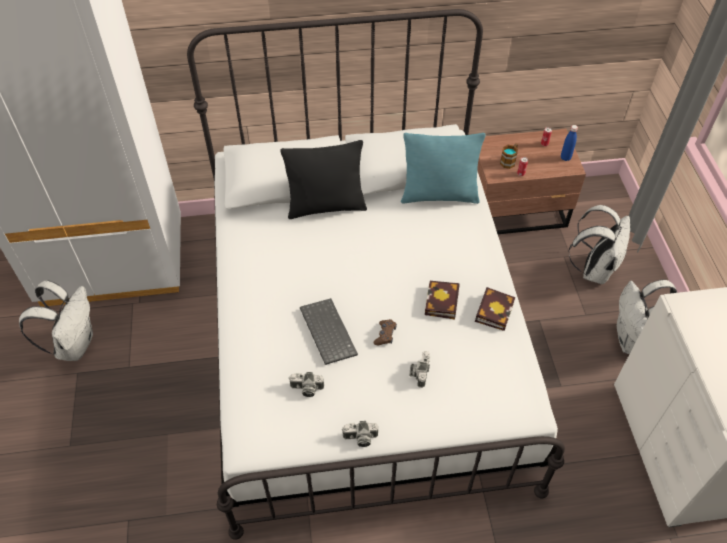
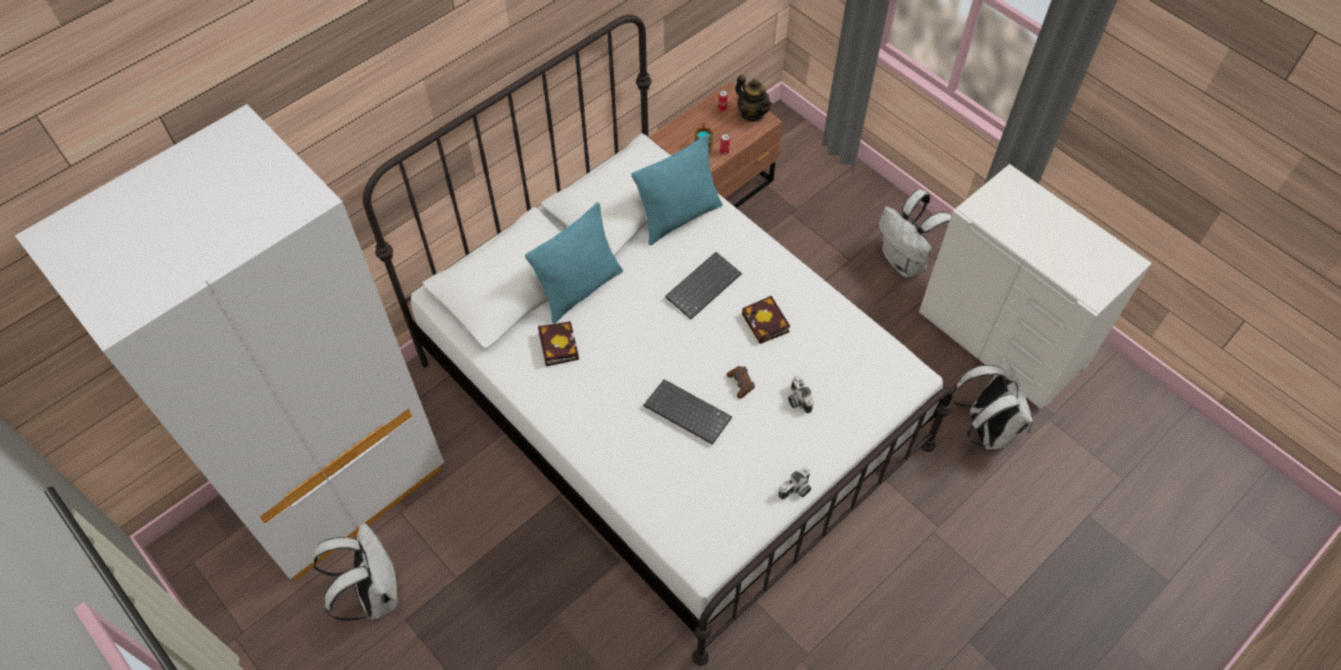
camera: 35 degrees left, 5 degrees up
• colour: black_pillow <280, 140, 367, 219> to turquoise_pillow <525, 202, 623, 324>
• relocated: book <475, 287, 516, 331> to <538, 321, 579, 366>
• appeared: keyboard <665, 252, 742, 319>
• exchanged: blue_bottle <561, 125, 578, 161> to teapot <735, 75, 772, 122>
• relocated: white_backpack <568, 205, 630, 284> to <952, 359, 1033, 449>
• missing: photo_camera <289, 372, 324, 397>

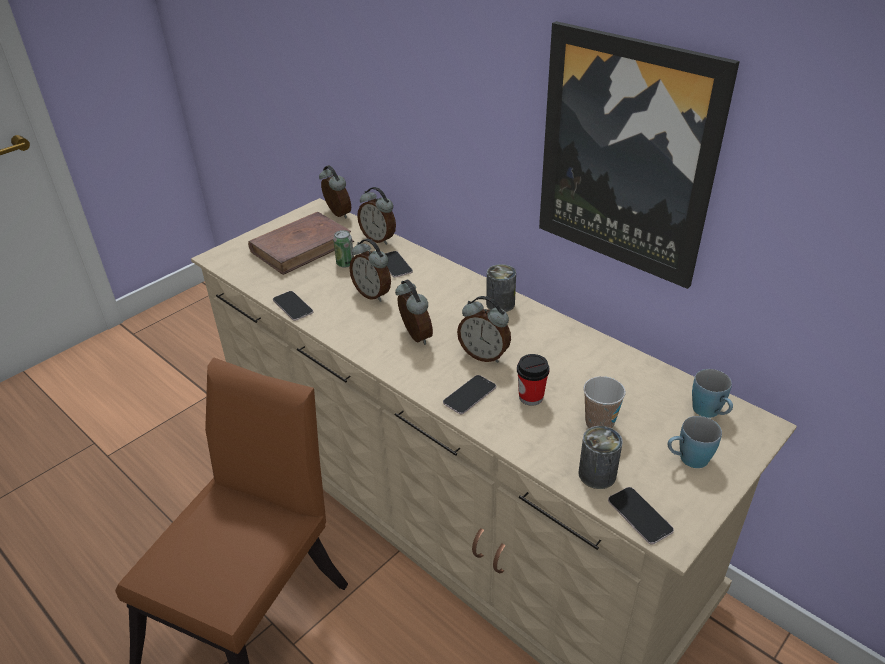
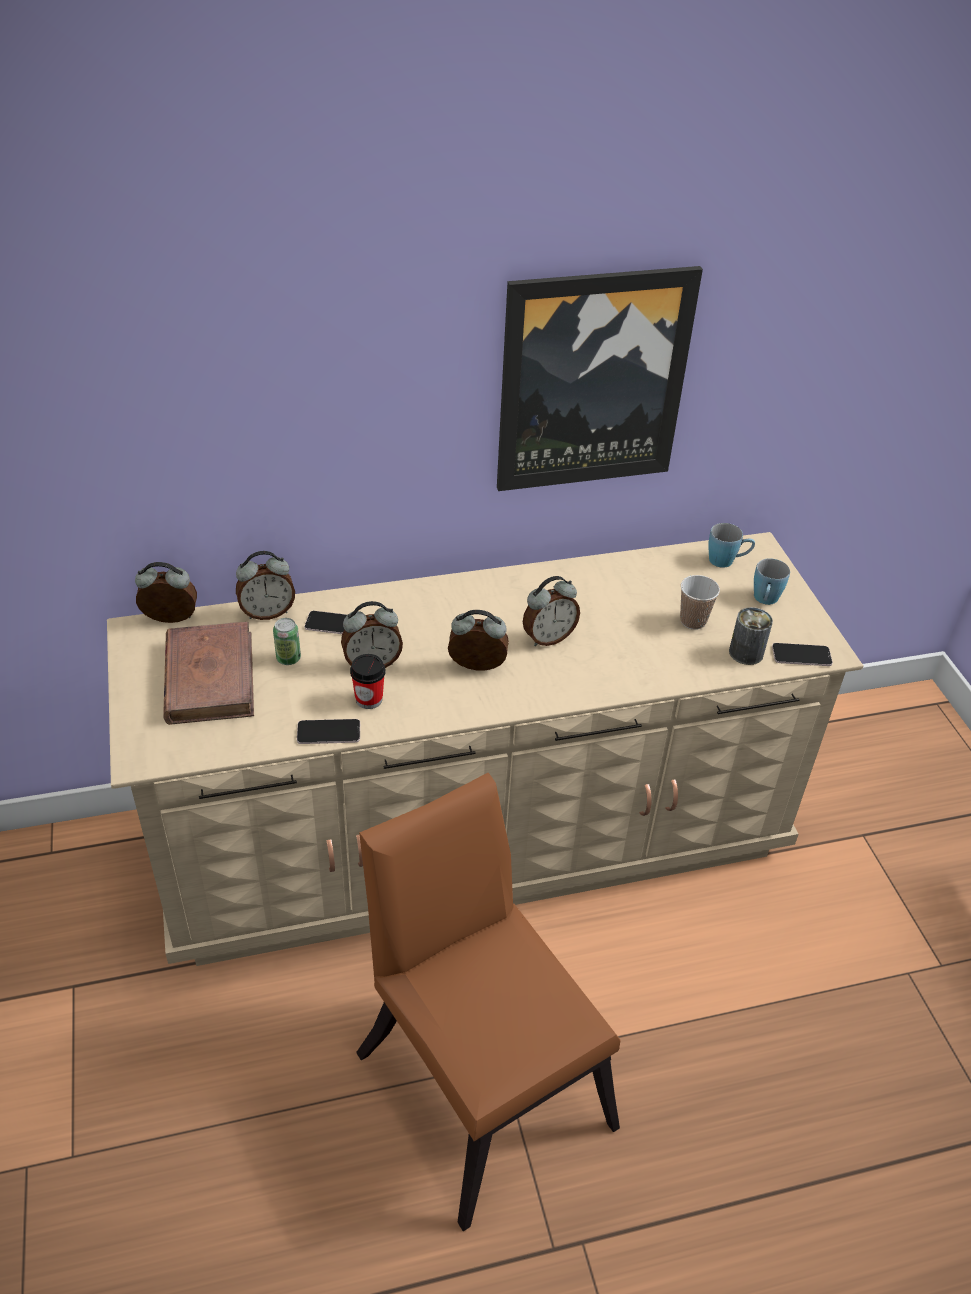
camera: 60 degrees left, 5 degrees up
• relocated: cup <517, 354, 550, 406> to <350, 654, 386, 709>
• missing: phone <443, 375, 496, 414>
• missing: can <486, 264, 516, 312>

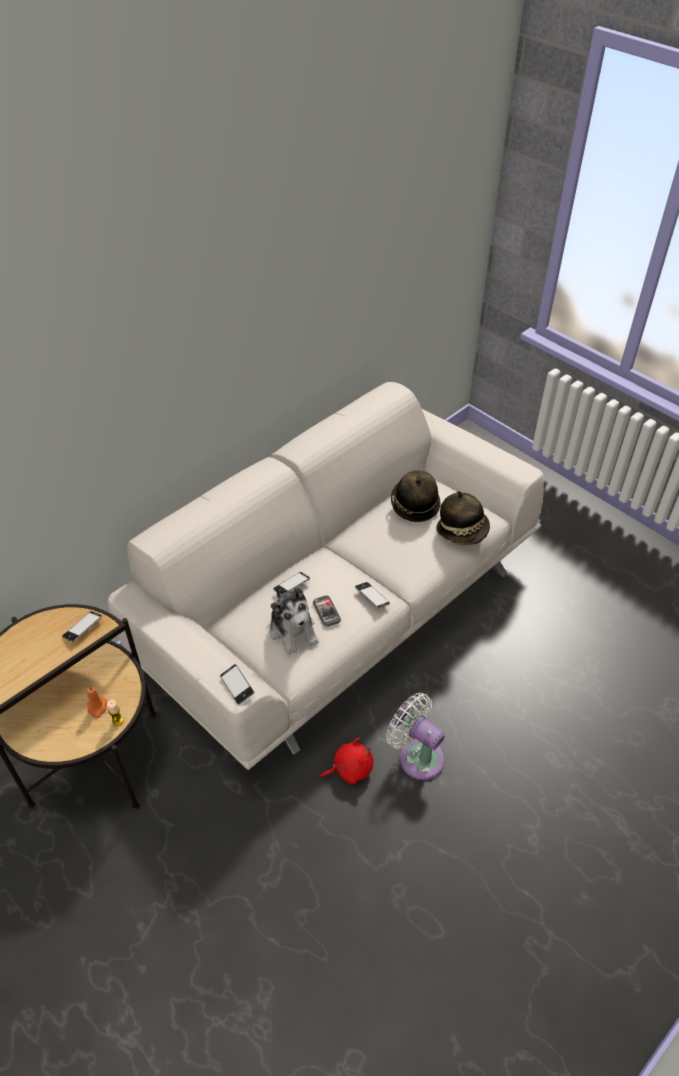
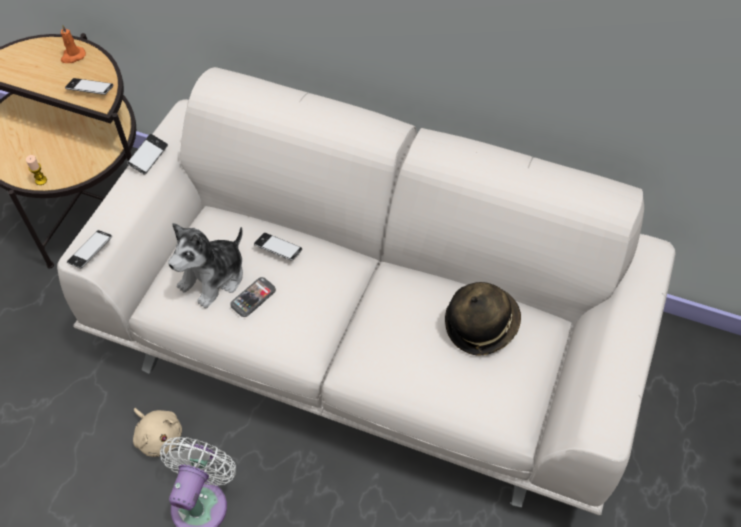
camera: 65 degrees right, 10 degrees up
• relocated: orange_candle <87, 685, 107, 718> to <60, 25, 86, 63>
• relocated: phone <355, 582, 390, 608> to <127, 134, 168, 175>
• colour: red_plush_toy <319, 737, 373, 784> to beige_plush_toy <133, 408, 182, 457>
• missing: hat <437, 491, 490, 545>

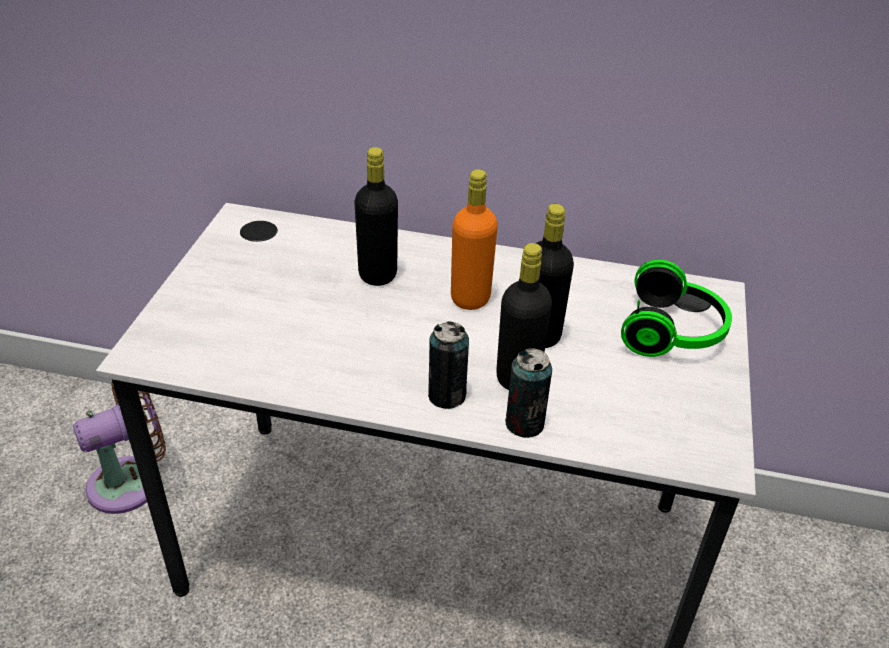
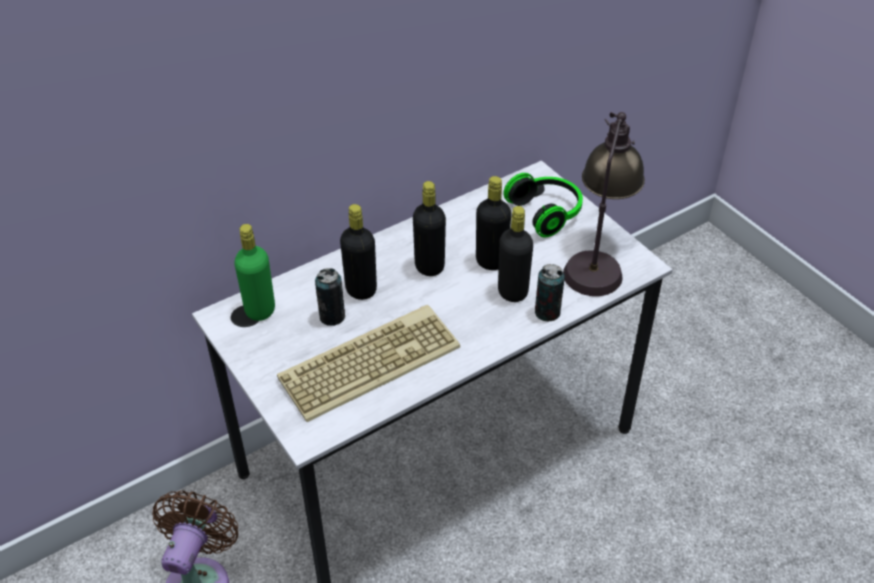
camera: 45 degrees left, 5 degrees up
• appeared: green_bottle <234, 224, 275, 321>
• appeared: keyboard <277, 305, 460, 422>
• relocated: can <428, 321, 469, 409> to <315, 268, 345, 326>
• colour: orange_bottle <451, 169, 498, 310> to black_bottle <413, 181, 446, 276>
• appeared: table_lamp <563, 112, 645, 296>

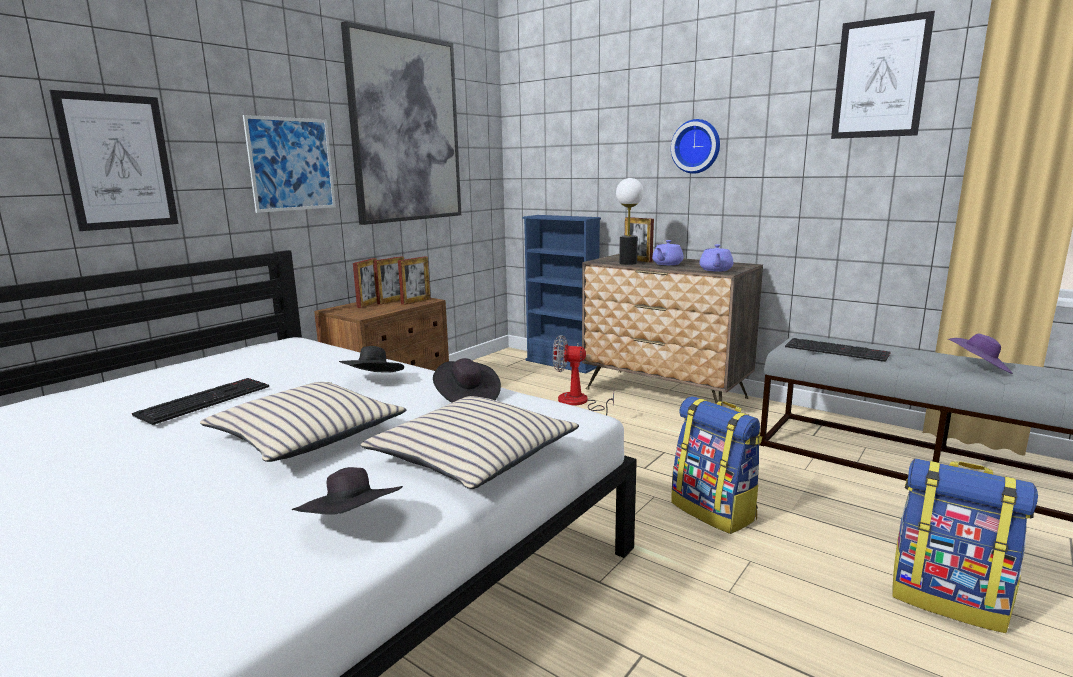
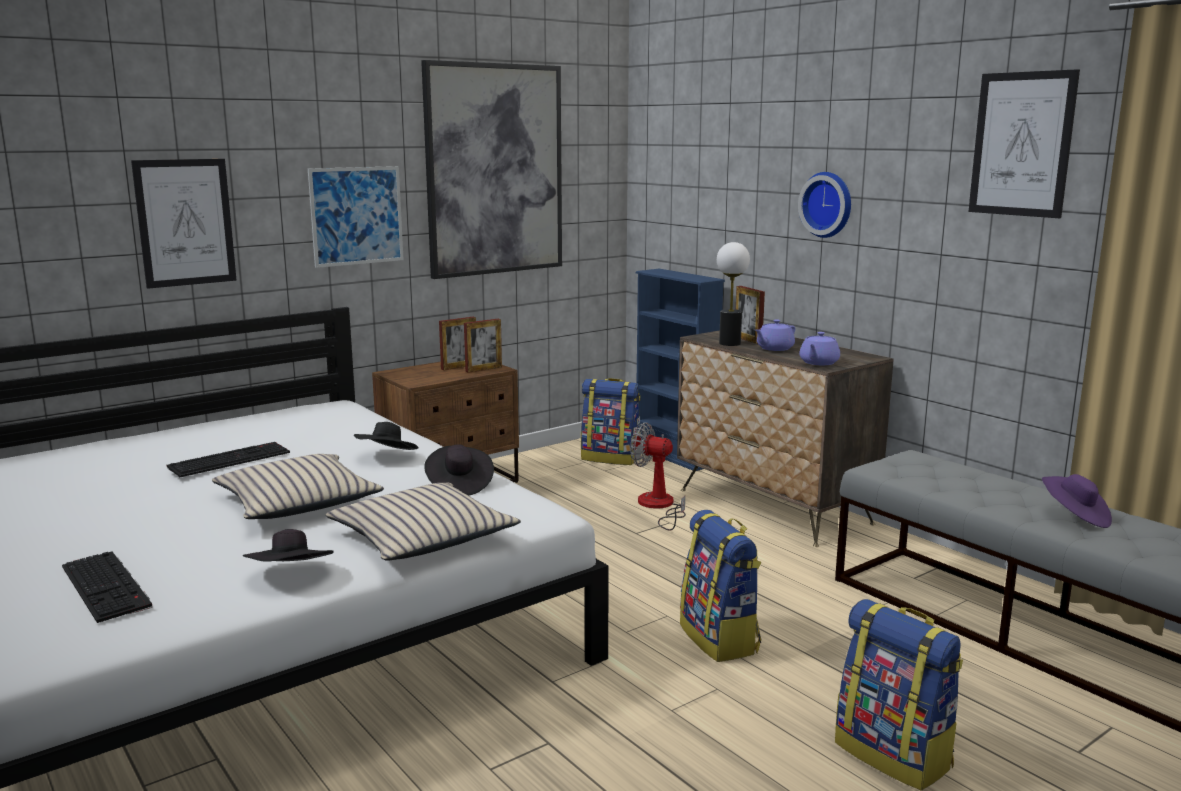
camera: 15 degrees right, 0 degrees up
• relocated: keyboard <785, 338, 891, 362> to <62, 552, 153, 623>
• appeared: backpack <581, 378, 640, 465>
• missing: picture_frame <353, 258, 377, 308>

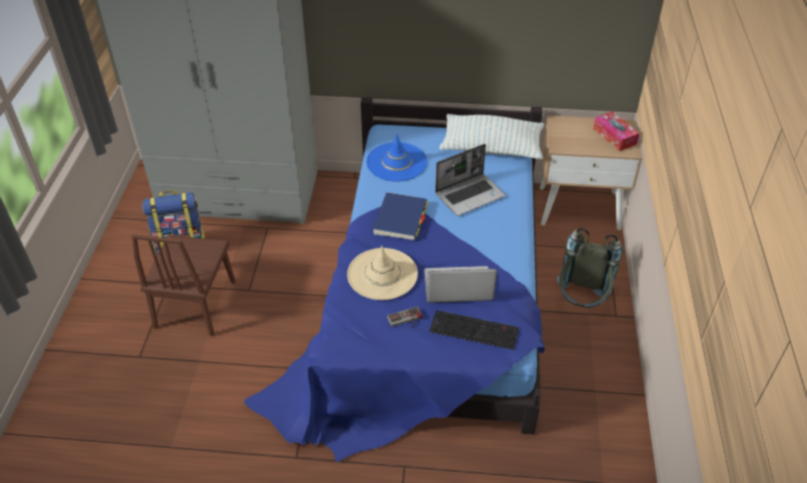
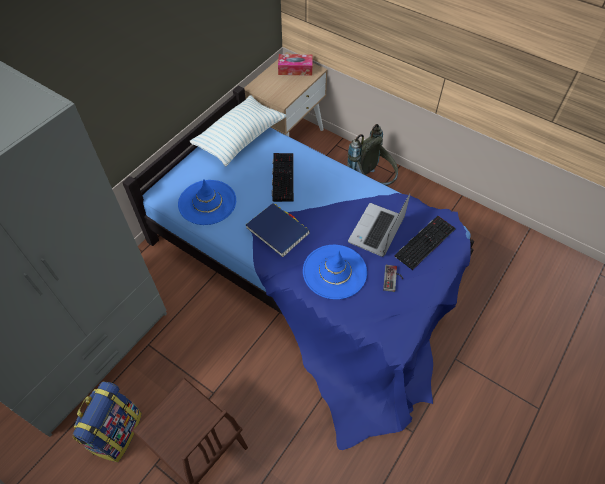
camera: 60 degrees left, 10 degrees up
• exchanged: laptop <435, 144, 505, 216> to keyboard <272, 153, 294, 202>
• colour: beige_hat <347, 246, 418, 300> to blue_hat <303, 245, 367, 299>

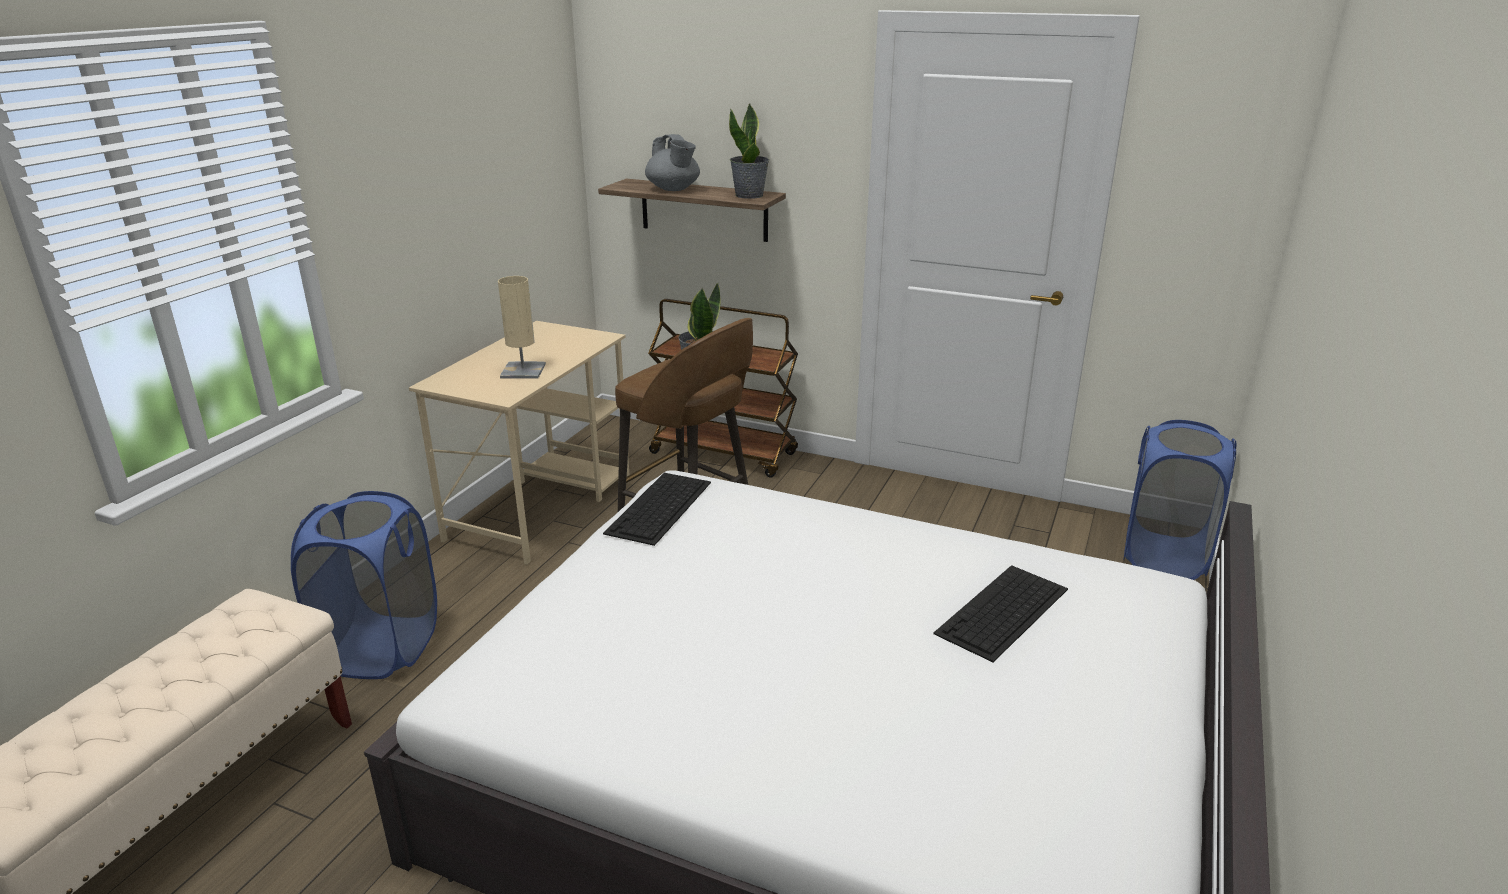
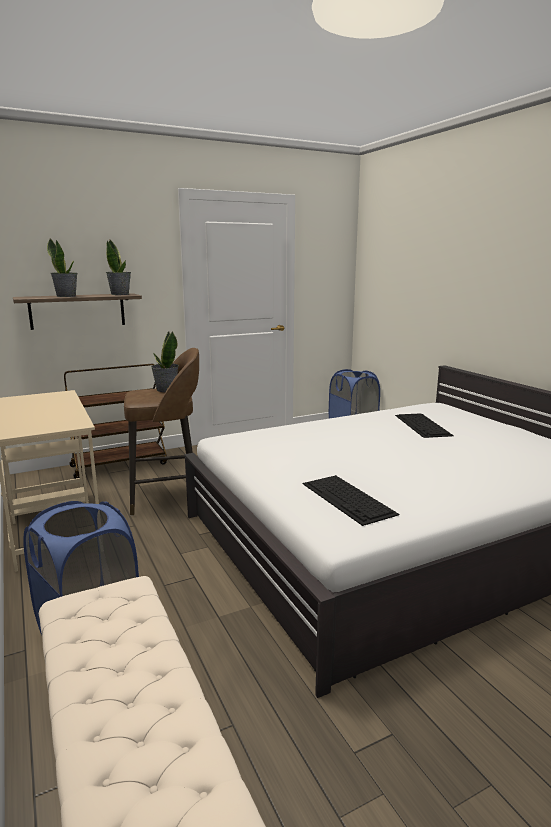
camera: 50 degrees left, 10 degrees down
• exchanged: grey_teapot <645, 134, 700, 191> to potted_plant <47, 239, 77, 297>
• relocated: keyboard <603, 473, 711, 546> to <303, 475, 399, 526>
• missing: beige_table_lamp <498, 276, 546, 378>

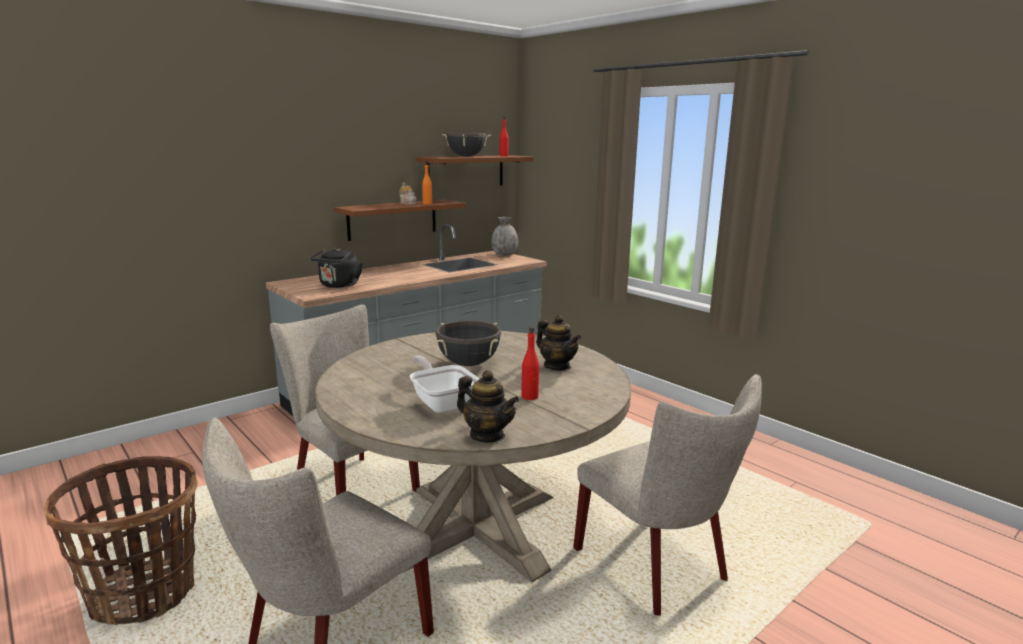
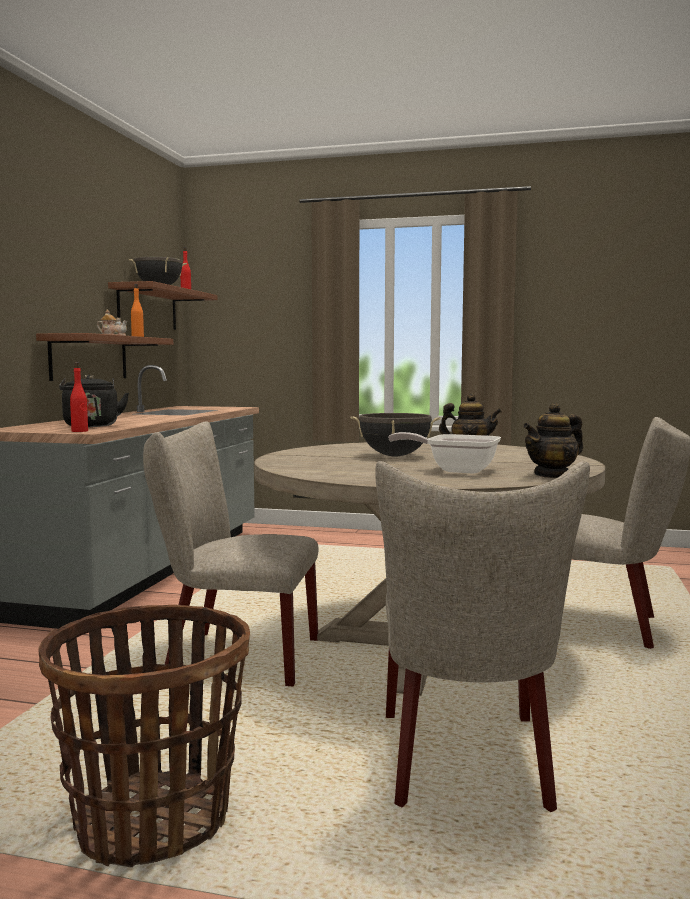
camera: 35 degrees left, 10 degrees down
• relocated: red_bottle <521, 327, 539, 400> to <70, 362, 88, 432>
• spun: teapot <457, 370, 519, 442> = <523, 403, 583, 478> 150 degrees clockwise
• missing: grey_vase <491, 217, 518, 256>

